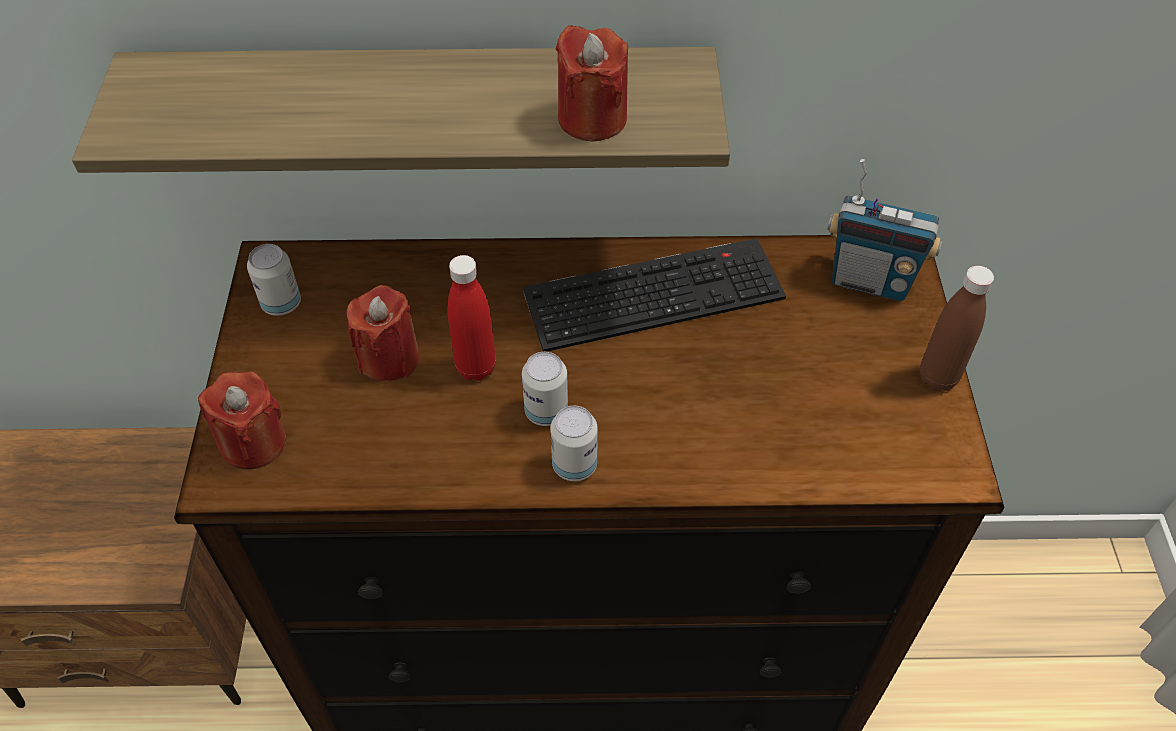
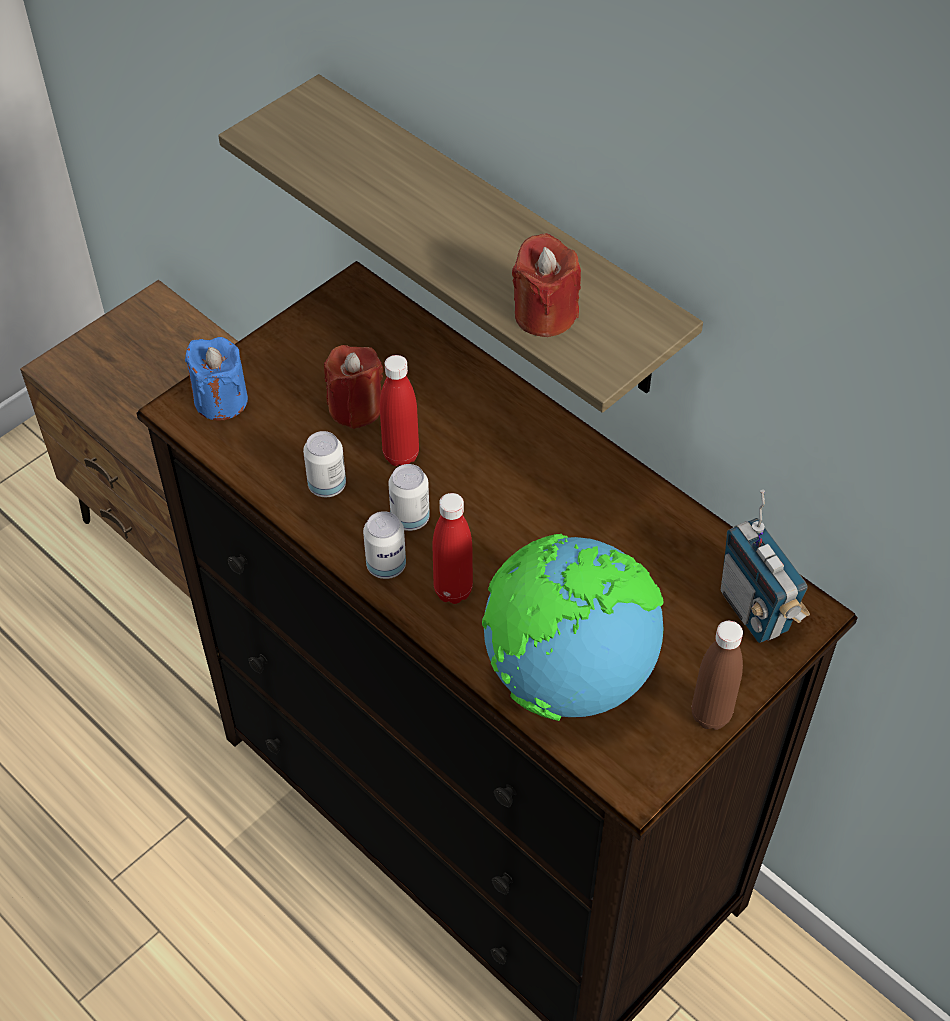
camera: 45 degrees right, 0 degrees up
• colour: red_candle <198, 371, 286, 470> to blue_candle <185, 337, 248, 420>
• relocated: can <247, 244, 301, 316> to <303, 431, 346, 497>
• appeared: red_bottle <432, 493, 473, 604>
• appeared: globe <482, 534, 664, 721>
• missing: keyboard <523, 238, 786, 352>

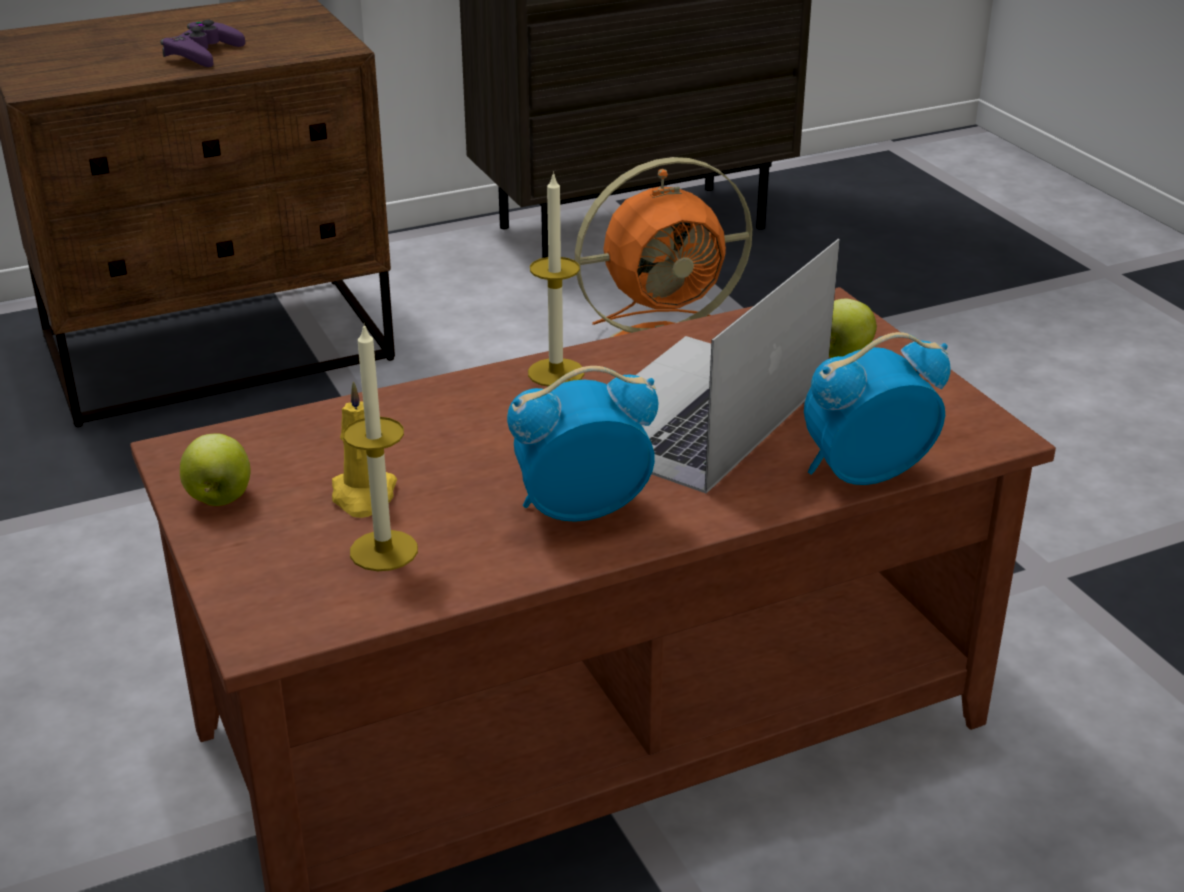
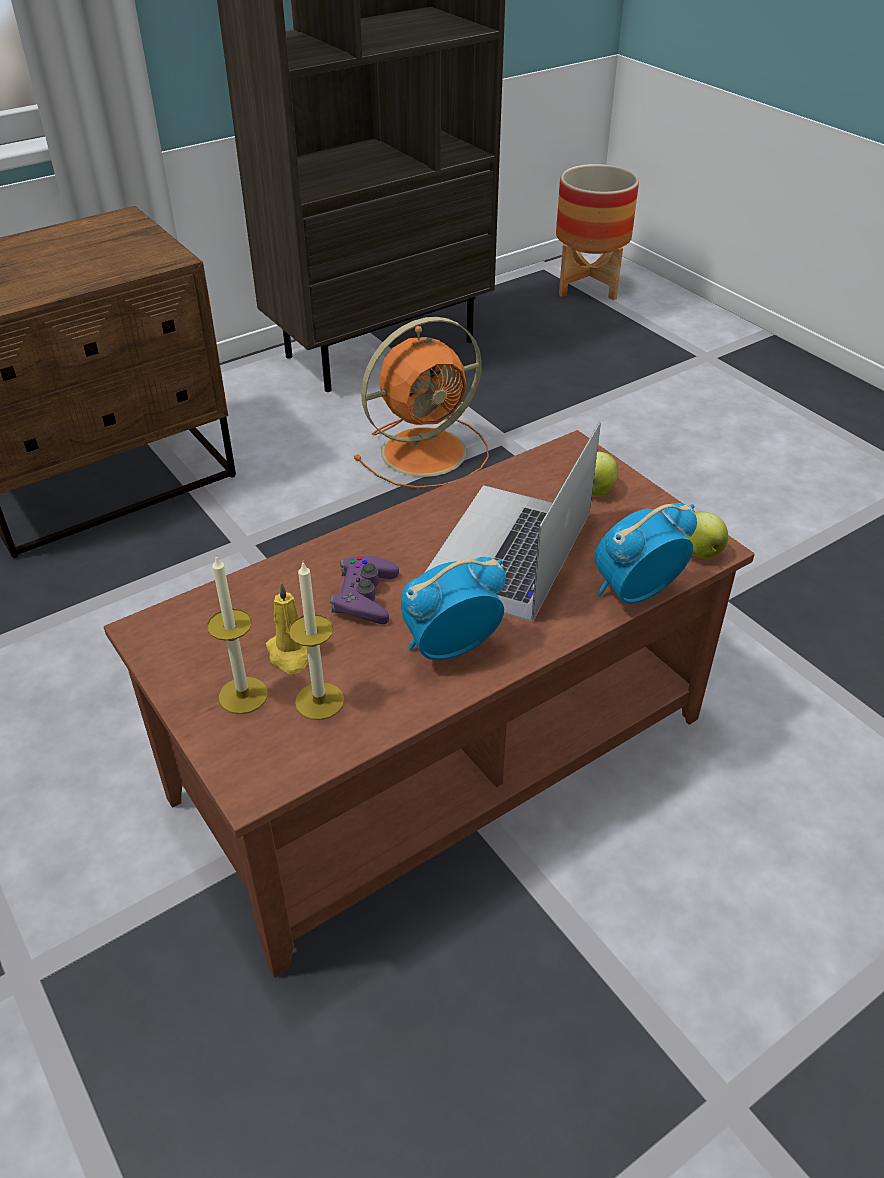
camera: 10 degrees left, 10 degrees up
• relocated: candle <528, 171, 584, 387> to <207, 556, 268, 714>
• relocated: purple_game_controller <160, 20, 245, 67> to <330, 556, 399, 624>
• appeared: planter <556, 164, 639, 300>
• relocated: apple <180, 433, 251, 506> to <681, 511, 729, 559>

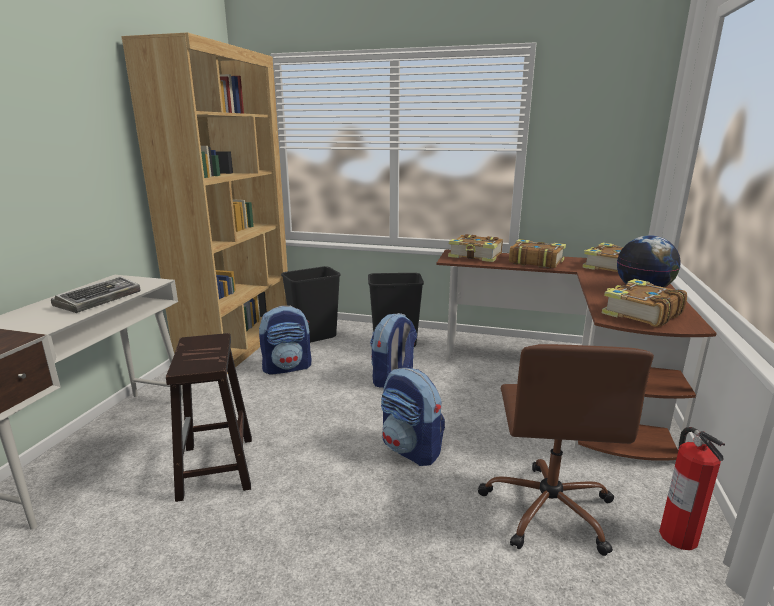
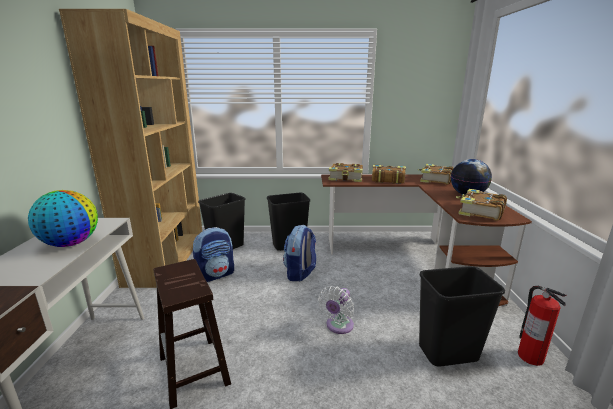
camera: 15 degrees left, 0 degrees up
• exchanged: keyboard <51, 276, 141, 313> to globe <28, 190, 98, 247>
• exchanged: backpack <381, 368, 445, 466> to white_fan <318, 286, 354, 334>
• exchanged: brown_office_chair <478, 344, 654, 556> to black_trash_can <419, 266, 505, 367>

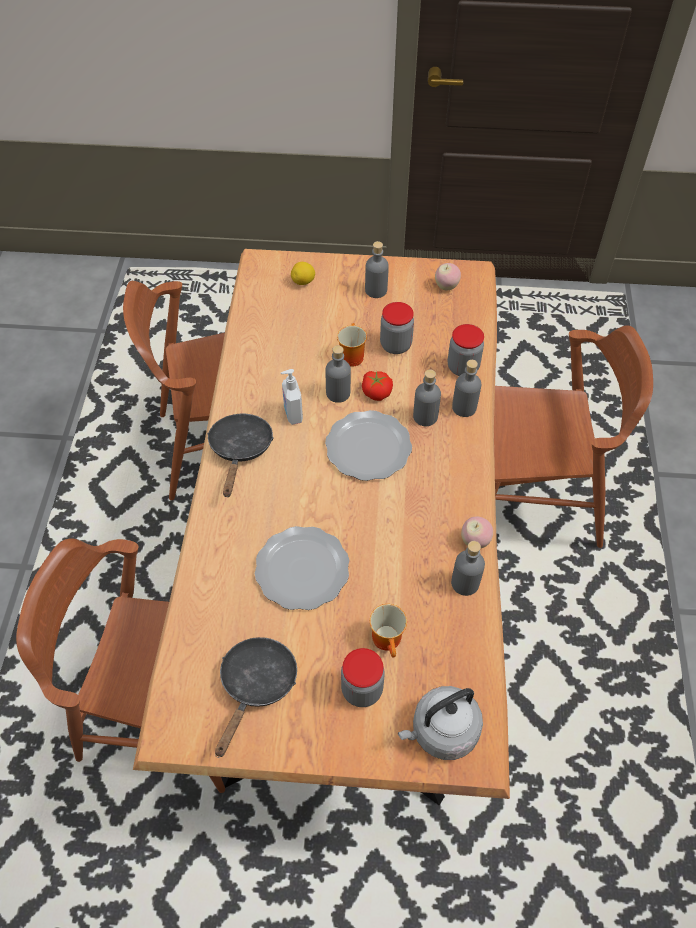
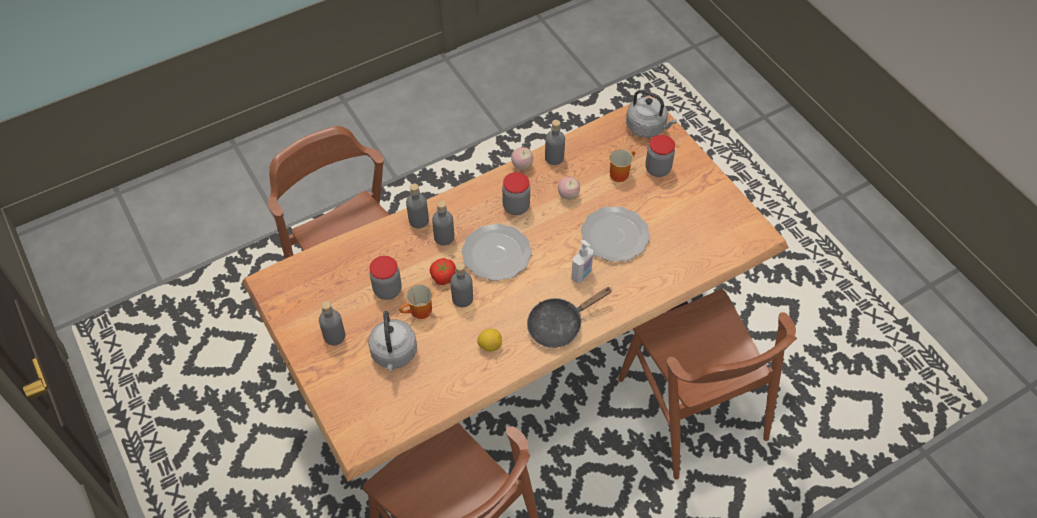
camera: 125 degrees left, 0 degrees up
• appeared: grey_kettle <368, 311, 417, 371>
• relocated: lemon <291, 262, 315, 285> to <477, 329, 502, 351>
• relocated: jar <448, 324, 484, 376> to <502, 172, 530, 215>
• relocated: apple <435, 263, 461, 290> to <558, 177, 580, 200>
• relocated: soap_dispenser <281, 369, 303, 425> to <571, 240, 594, 283>
• missing: black_frying_pan <215, 637, 297, 758>

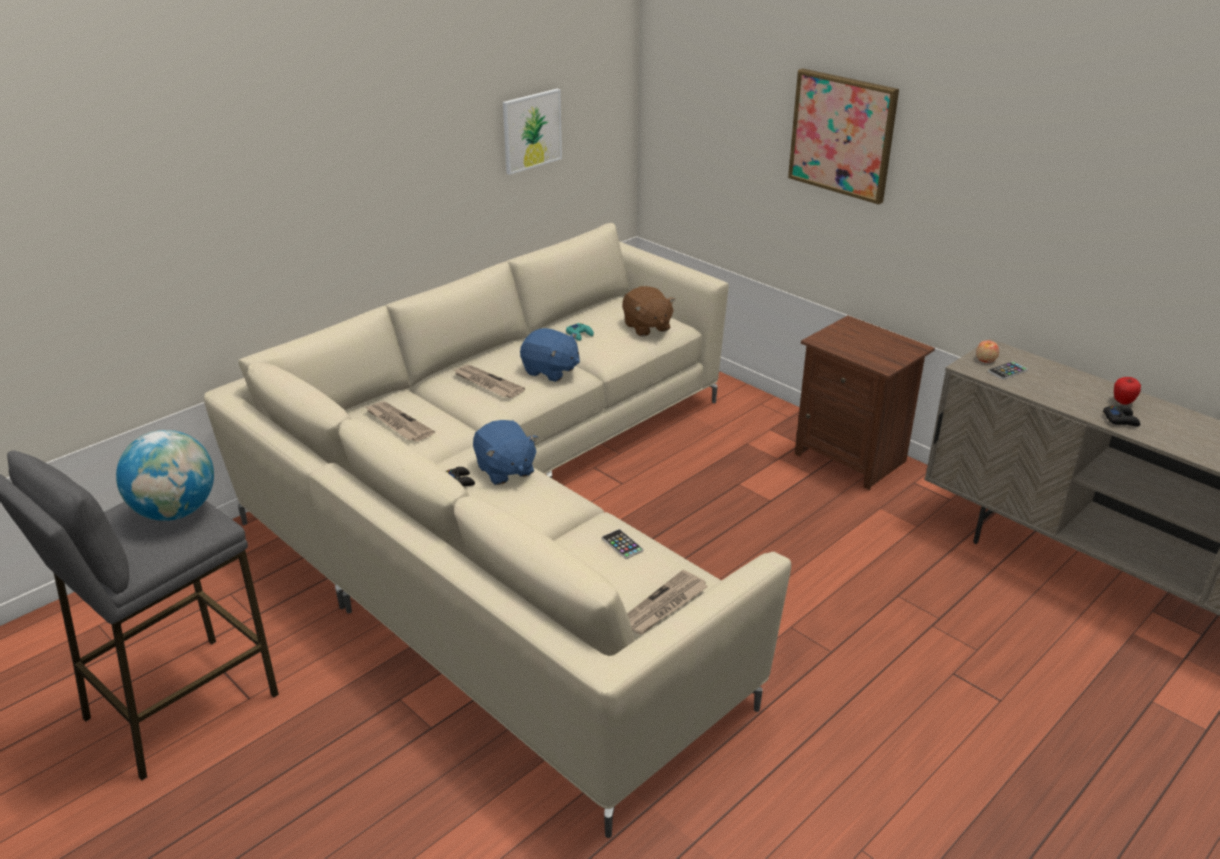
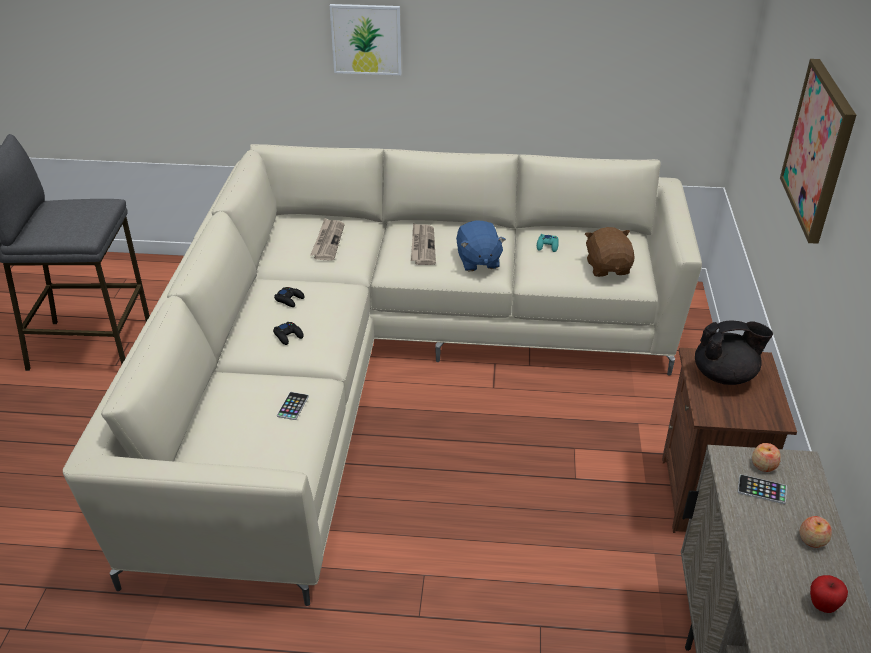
camera: 50 degrees right, 5 degrees up
• relocated: black_game_controller <1103, 405, 1140, 426> to <273, 321, 304, 345>
• relocated: picture <503, 89, 562, 175> to <330, 4, 401, 75>
• spun: brown_plush_toy <622, 286, 675, 336> = <585, 227, 635, 277> 150 degrees clockwise
• appeared: black_teapot <695, 320, 773, 385>
• appeared: apple <800, 516, 832, 548>
• missing: globe <116, 430, 214, 521>
• missing: blue_plush_toy <473, 420, 538, 485>
• missing: newspaper <627, 570, 708, 635>

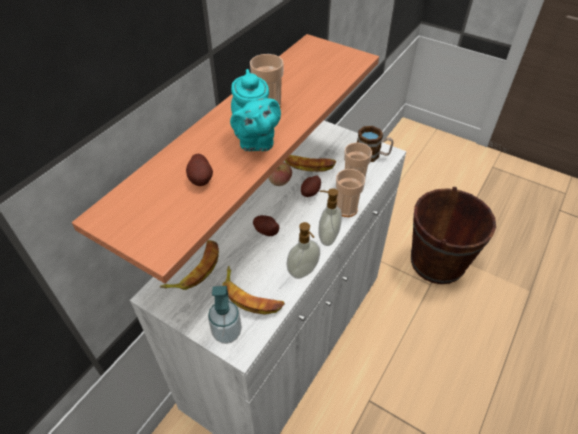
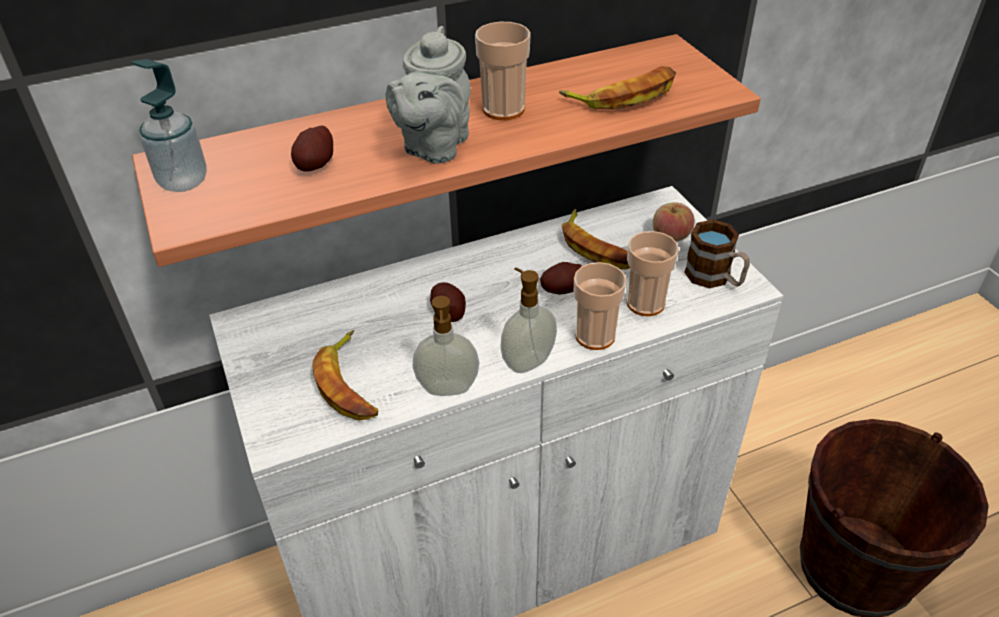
camera: 35 degrees right, 5 degrees down
• relocated: soap_dispenser <208, 286, 242, 344> to <131, 59, 207, 192>
• colour: turquoise_teapot <230, 69, 281, 151> to grey_teapot <385, 26, 471, 164>
• relocated: banana <160, 240, 219, 290> to <559, 66, 676, 109>
• relocated: apple <268, 162, 292, 186> to <653, 202, 695, 242>

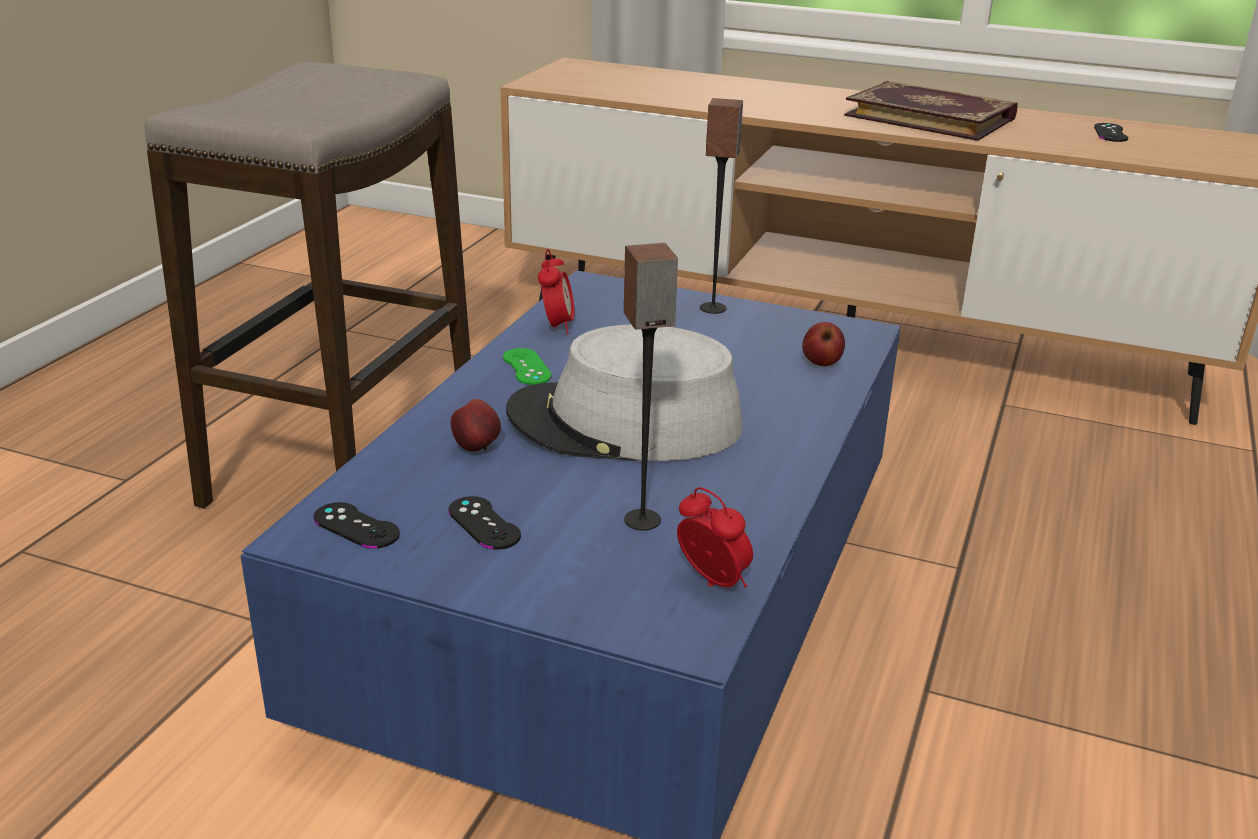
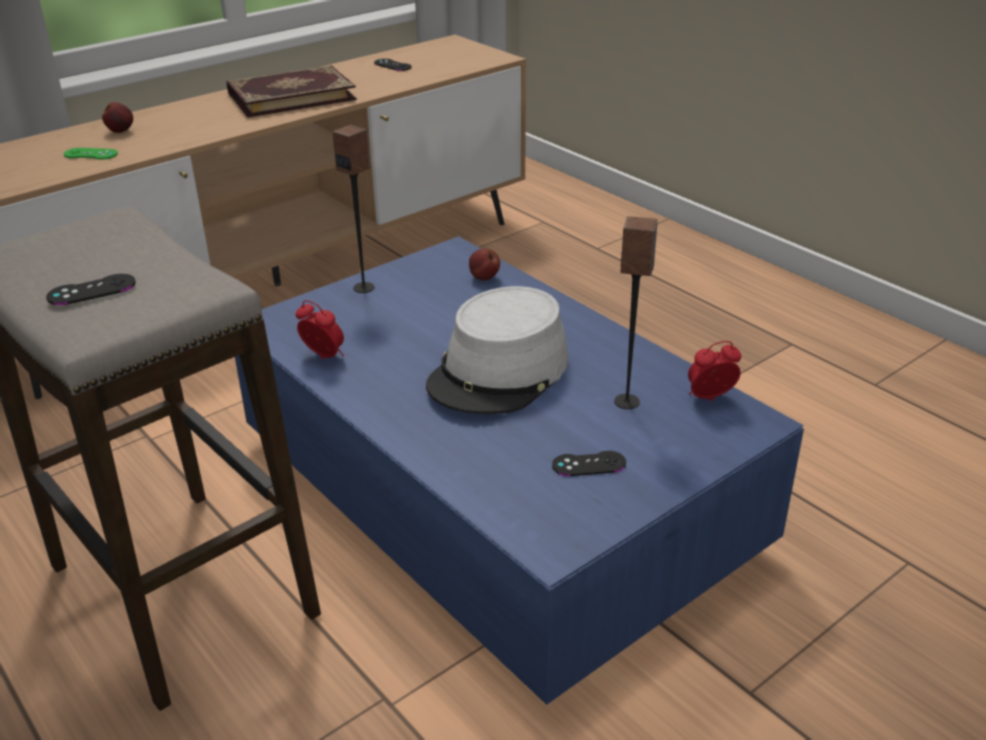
camera: 60 degrees left, 5 degrees up
• relocated: black_game_controller <313, 502, 400, 549> to <46, 274, 136, 305>
• relocated: green_game_controller <503, 348, 552, 385> to <64, 148, 118, 160>
• relocated: apple <451, 399, 501, 452> to <102, 102, 133, 133>

